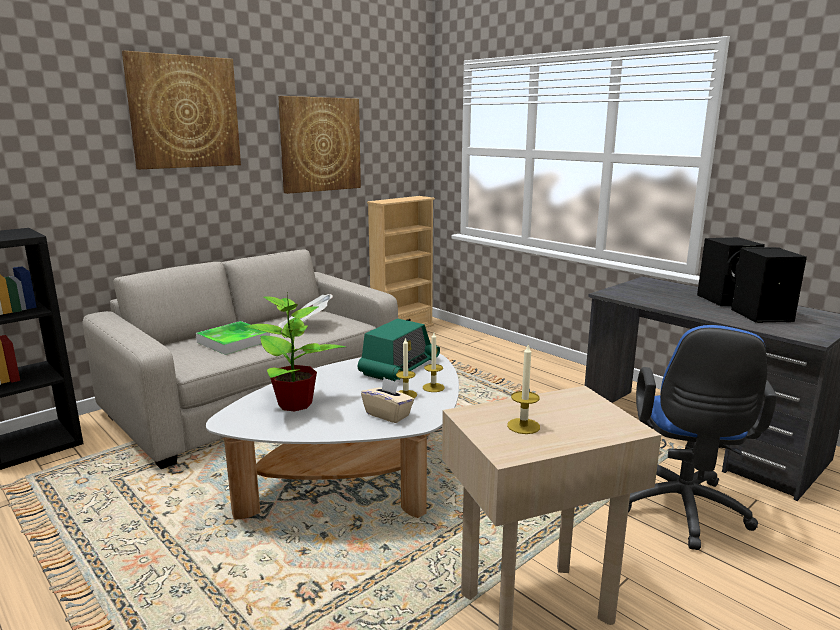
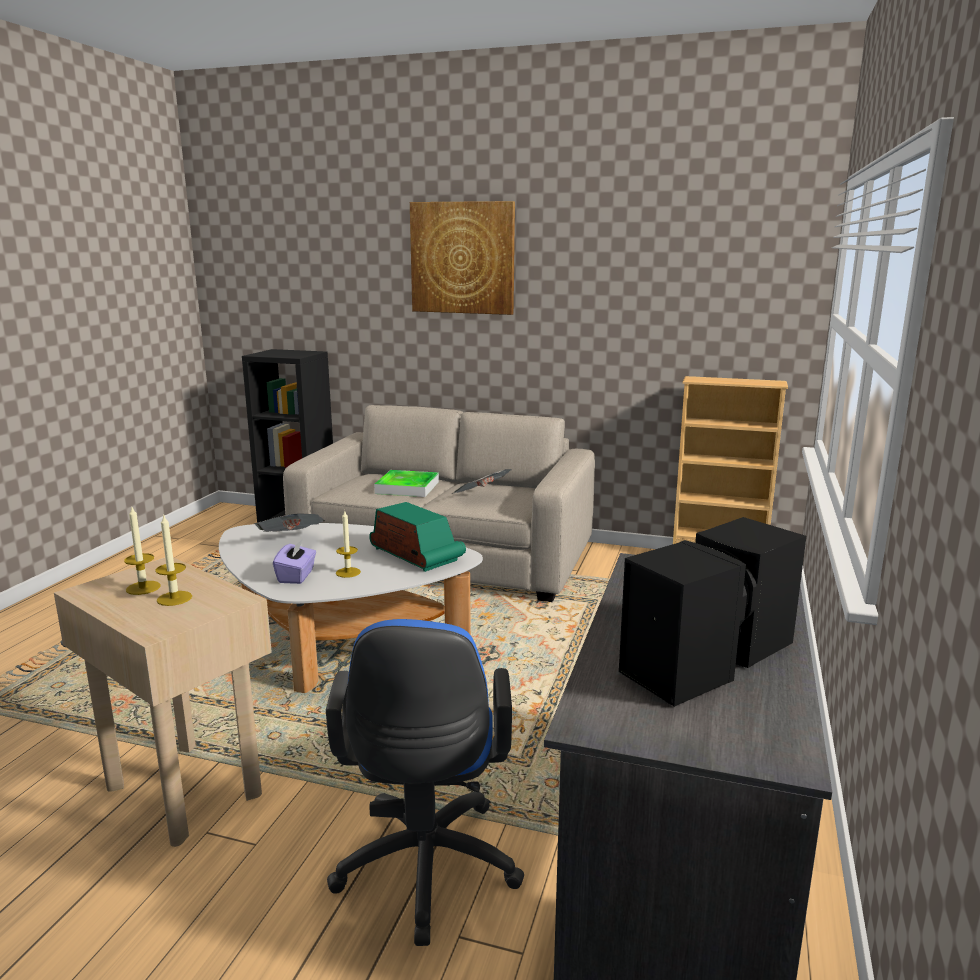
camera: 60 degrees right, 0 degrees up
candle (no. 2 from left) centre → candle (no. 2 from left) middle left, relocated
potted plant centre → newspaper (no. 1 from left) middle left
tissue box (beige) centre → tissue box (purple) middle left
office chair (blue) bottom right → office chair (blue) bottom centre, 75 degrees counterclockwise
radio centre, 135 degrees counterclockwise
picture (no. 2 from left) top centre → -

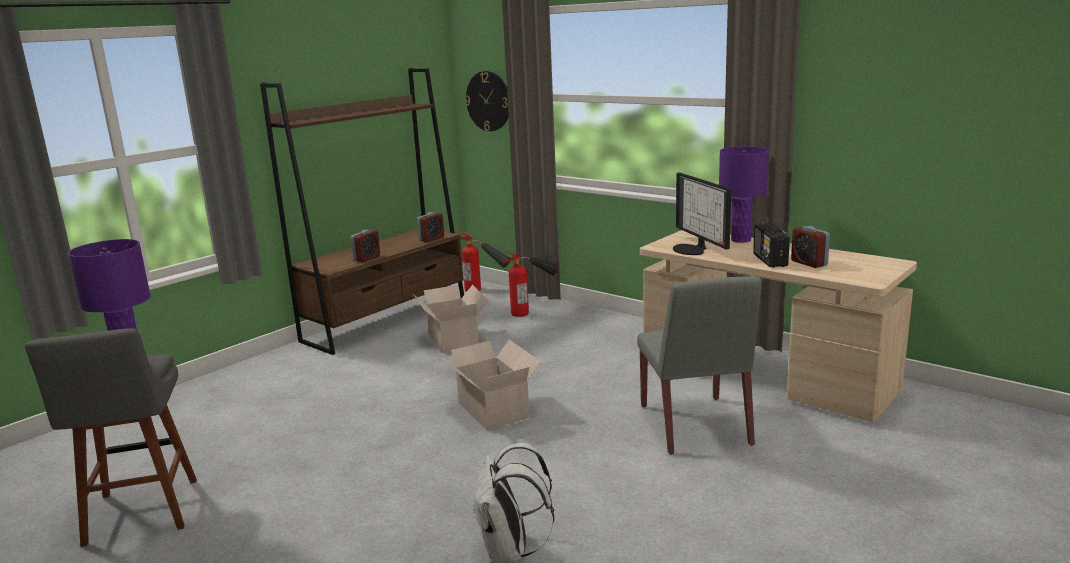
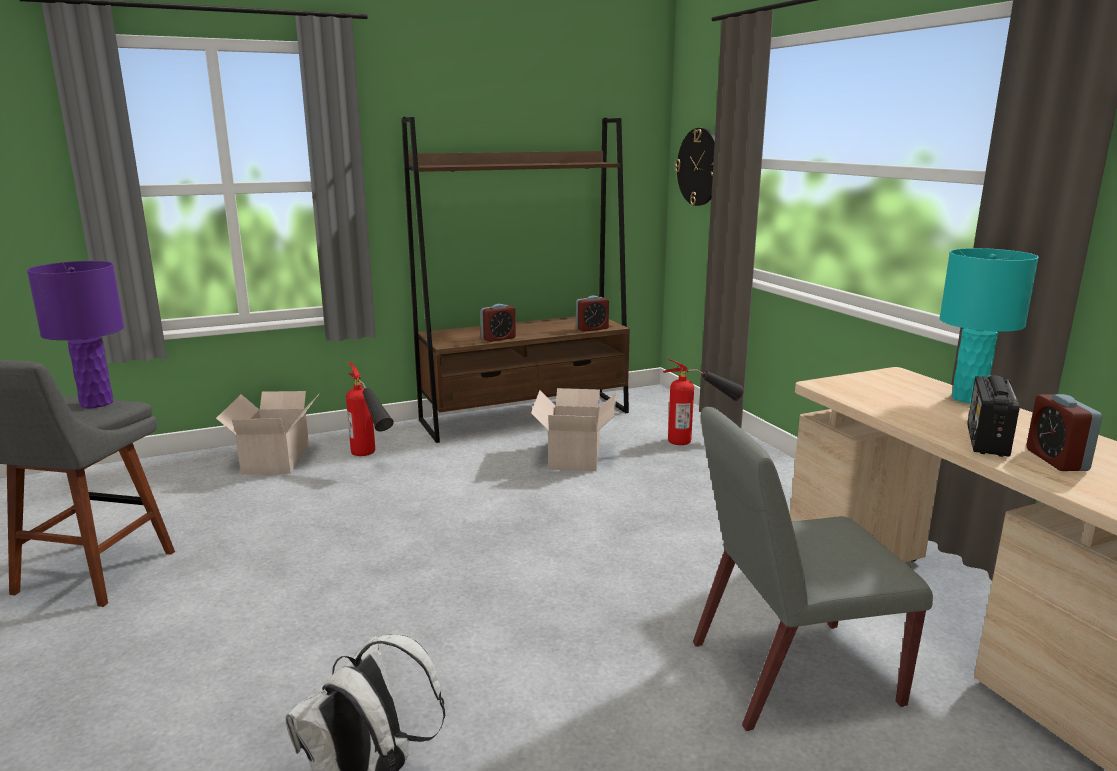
camera: 25 degrees right, 0 degrees up
cardboard box (no. 2 from left in the first image) bottom centre → cardboard box (no. 1 from left) middle left, relocated
fire extinguisher (no. 1 from left) centre → fire extinguisher (no. 1 from left) middle left, relocated
chair (grey) centre → chair (grey) bottom right, 60 degrees clockwise
table lamp (purple) (no. 2 from left) middle right → table lamp (turquoise) middle right
monitor centre → -

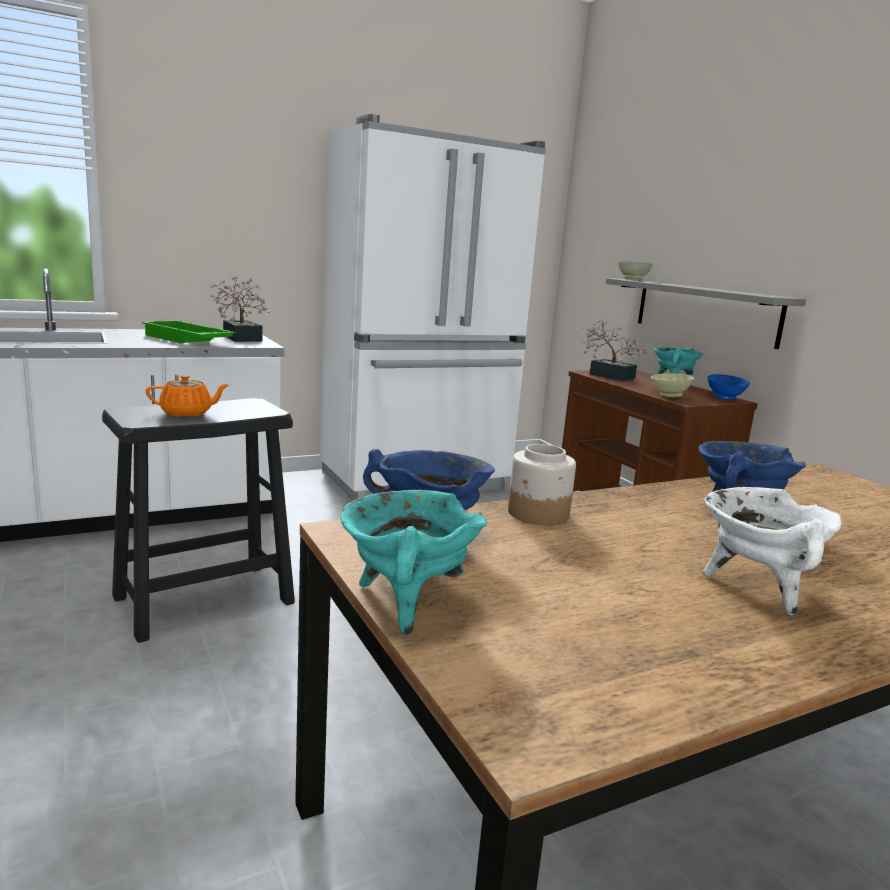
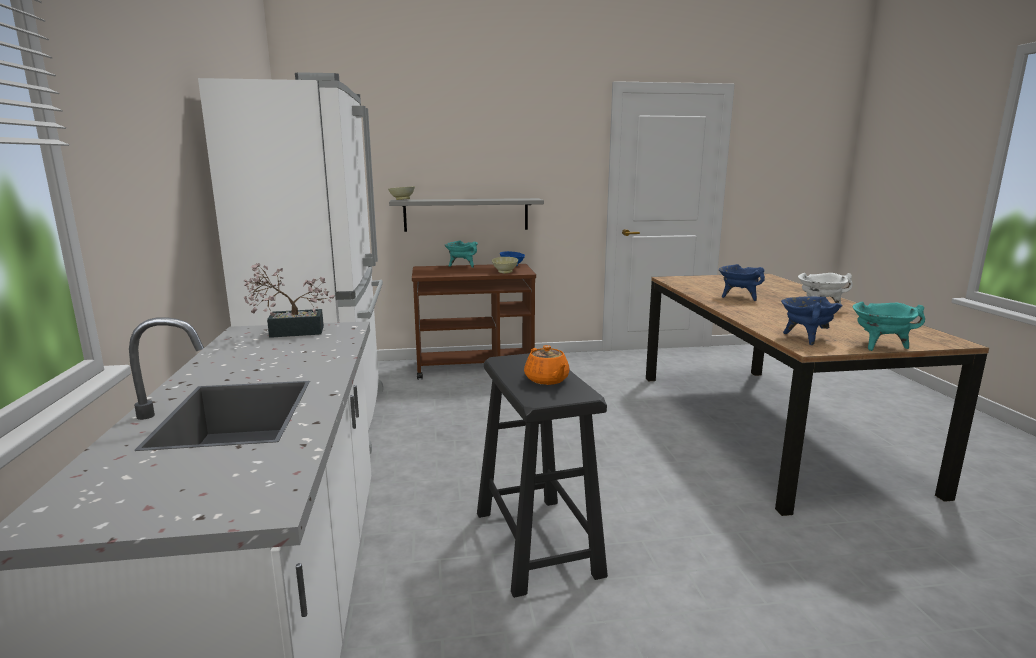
camera: 70 degrees left, 0 degrees up
teapot (orange) middle left → teapot (orange) centre, 150 degrees clockwise
tray (green) middle left → -
jar centre → -
potted plant (no. 2 from left) middle right → -

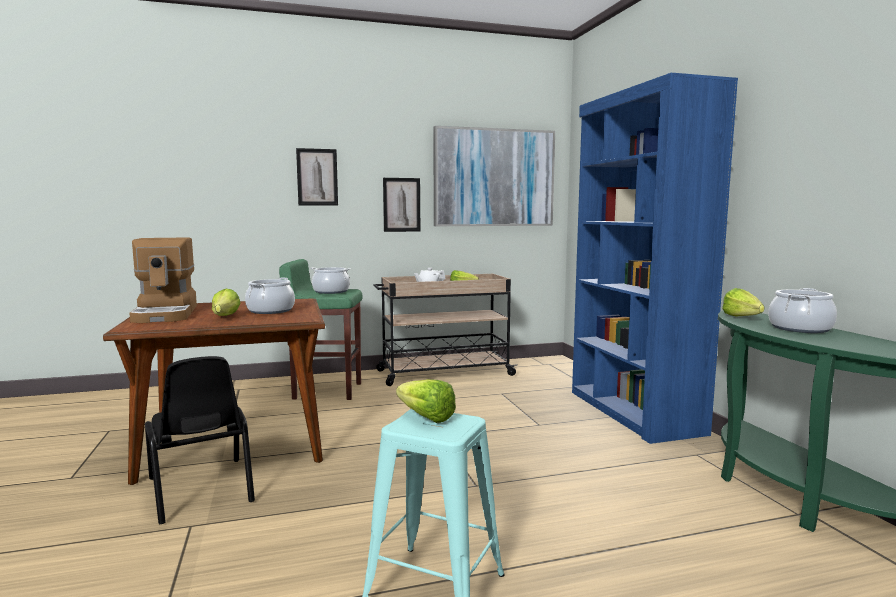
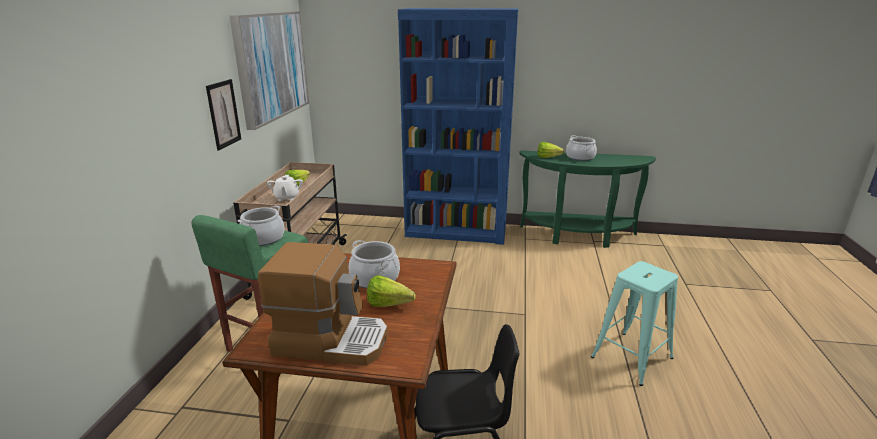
camera: 65 degrees left, 15 degrees up
picture (no. 1 from left) top centre → -
lettuce (no. 2 from left) bottom centre → -

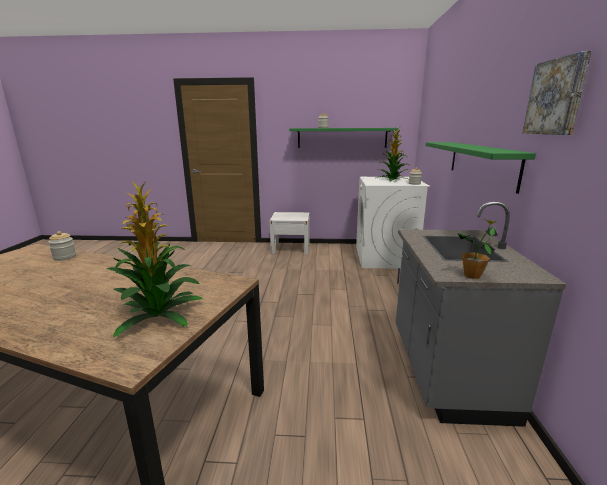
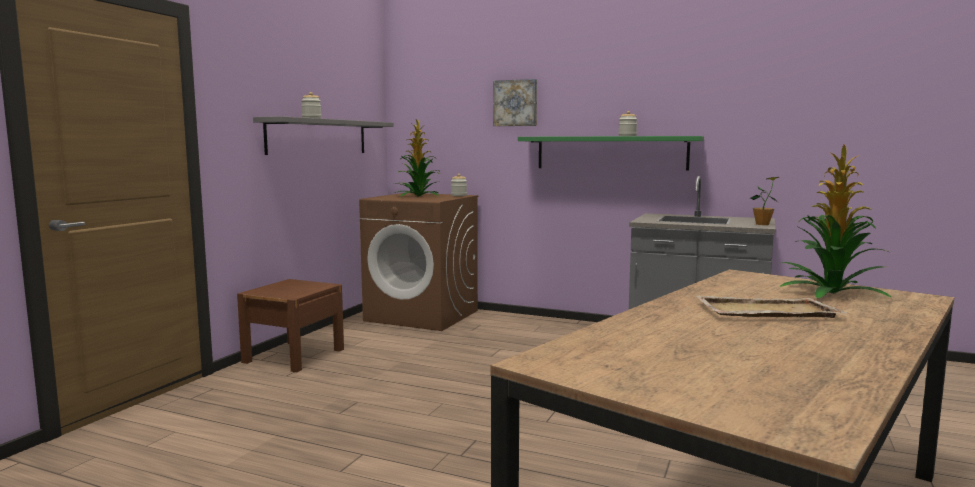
camera: 70 degrees left, 10 degrees down
nightstand (white) centre → nightstand (brown) bottom left
shelf (green) (no. 1 from left) top centre → shelf (grey) top left
washing machine (white) centre → washing machine (brown) centre
picture top right → picture top centre, relocated
jar (no. 1 from left in the first image) middle left → jar (no. 3 from left) top centre, relocated
- → tray (beige) middle right

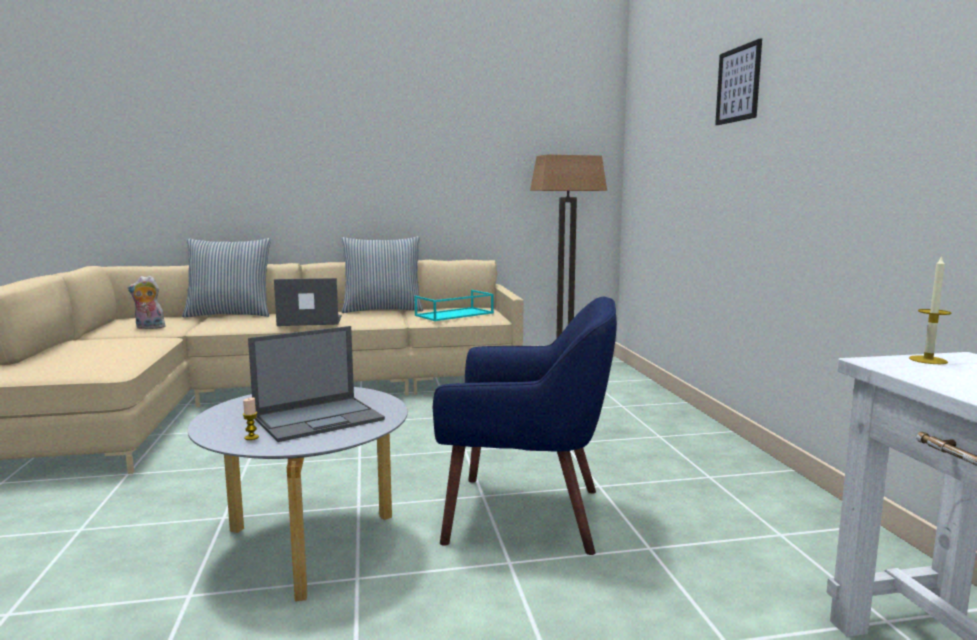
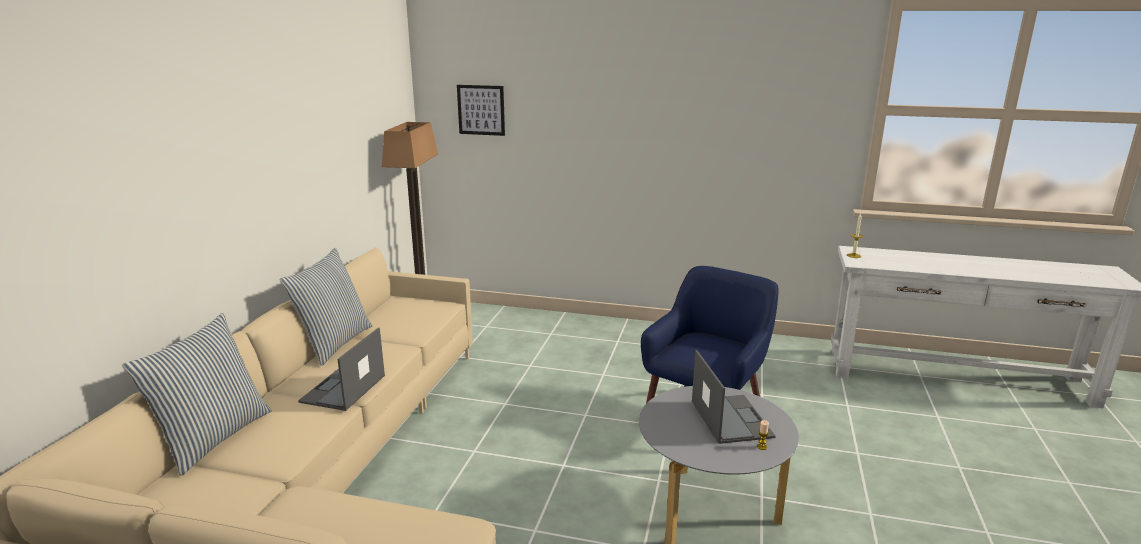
camera: 65 degrees left, 10 degrees up
picture top right → picture top centre, relocated
plush toy middle left → -
tray (turquoise) centre → -

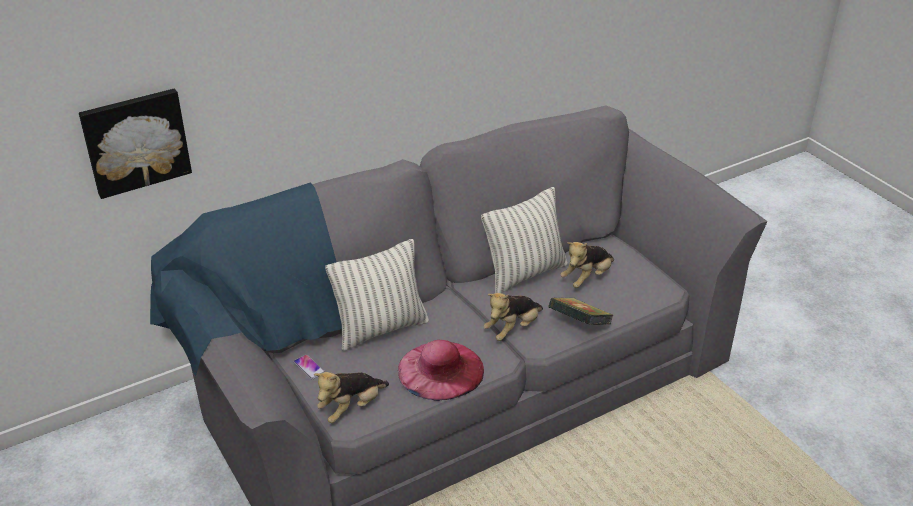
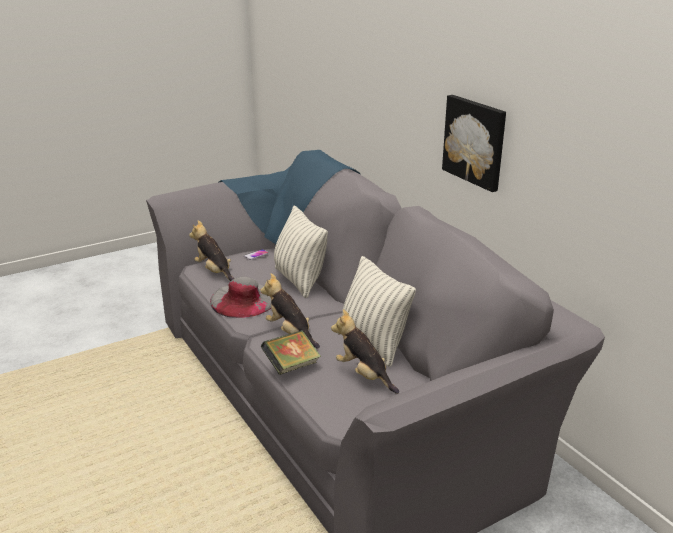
camera: 90 degrees right, 10 degrees down
hat (pink) bottom centre → hat (grey) centre
picture top left → picture top right, relocated

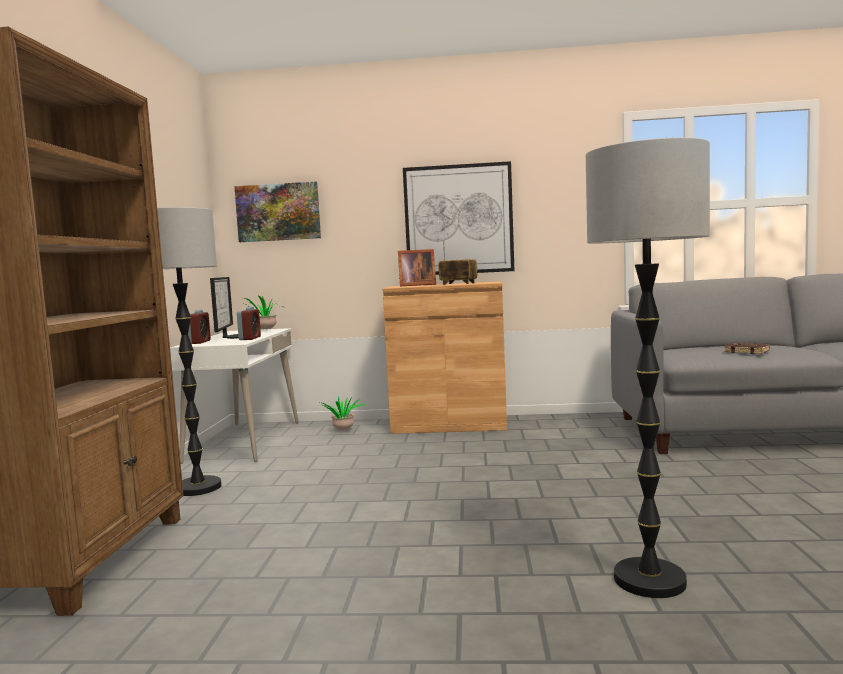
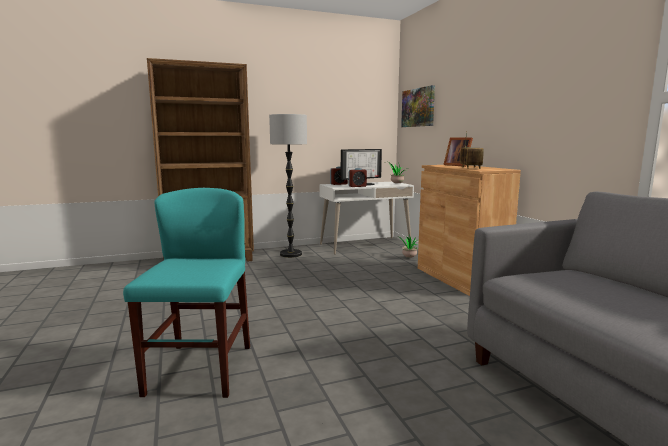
camera: 65 degrees right, 5 degrees up
floor lamp (no. 2 from left) middle right → chair (turquoise) middle left
picture (no. 2 from left) top centre → -
book (brown) middle right → -

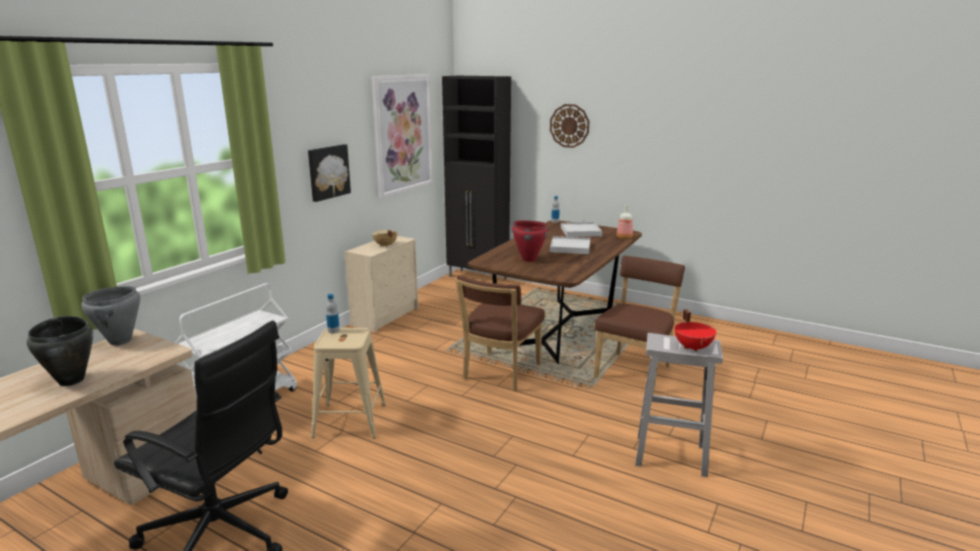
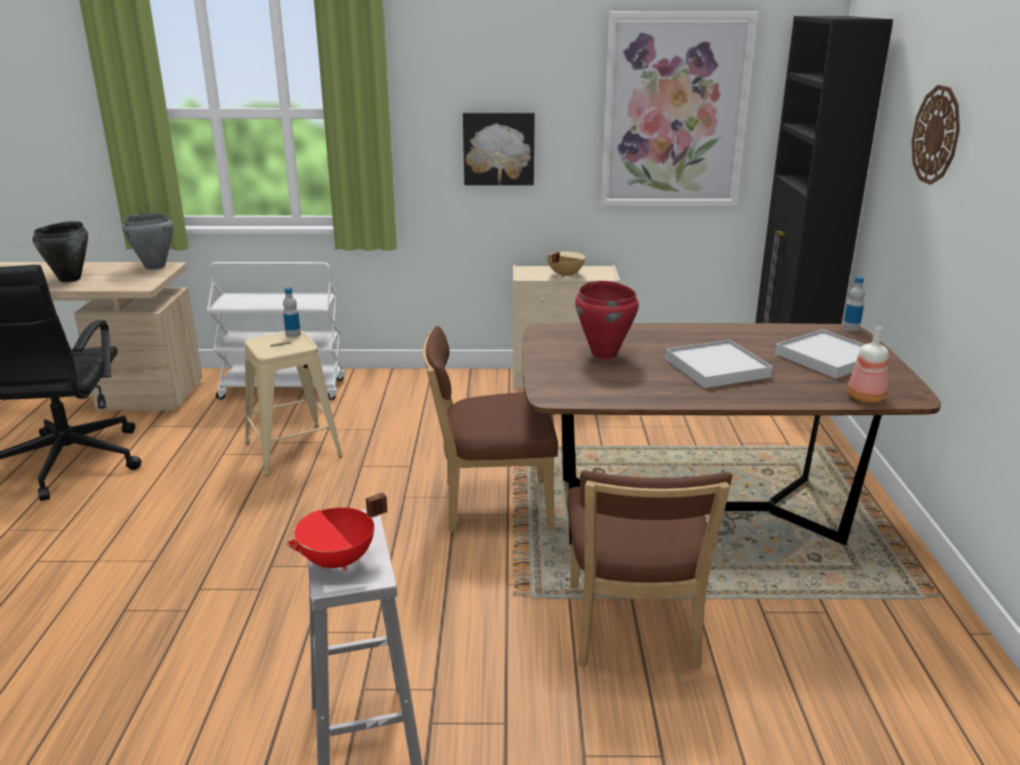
camera: 60 degrees right, 5 degrees up
chair (brown) (no. 2 from left) centre → chair (brown) (no. 2 from left) bottom centre, 90 degrees clockwise

